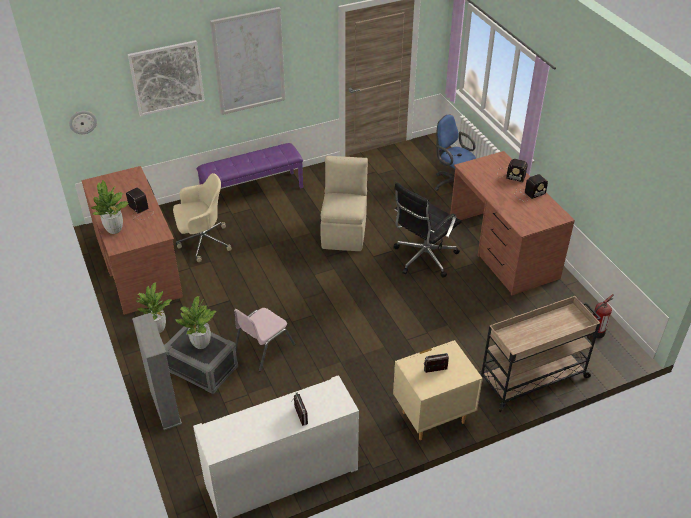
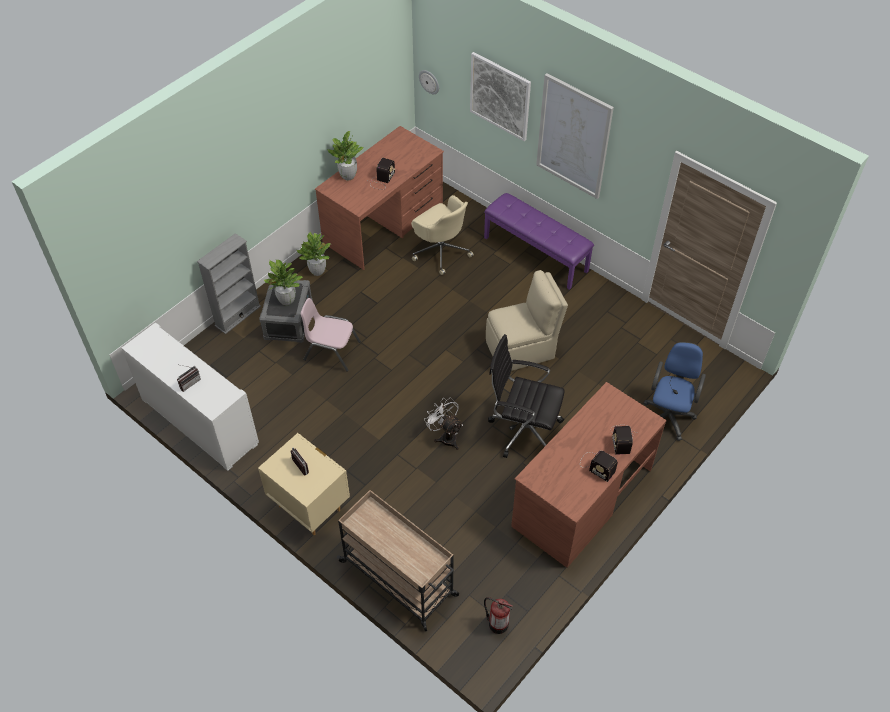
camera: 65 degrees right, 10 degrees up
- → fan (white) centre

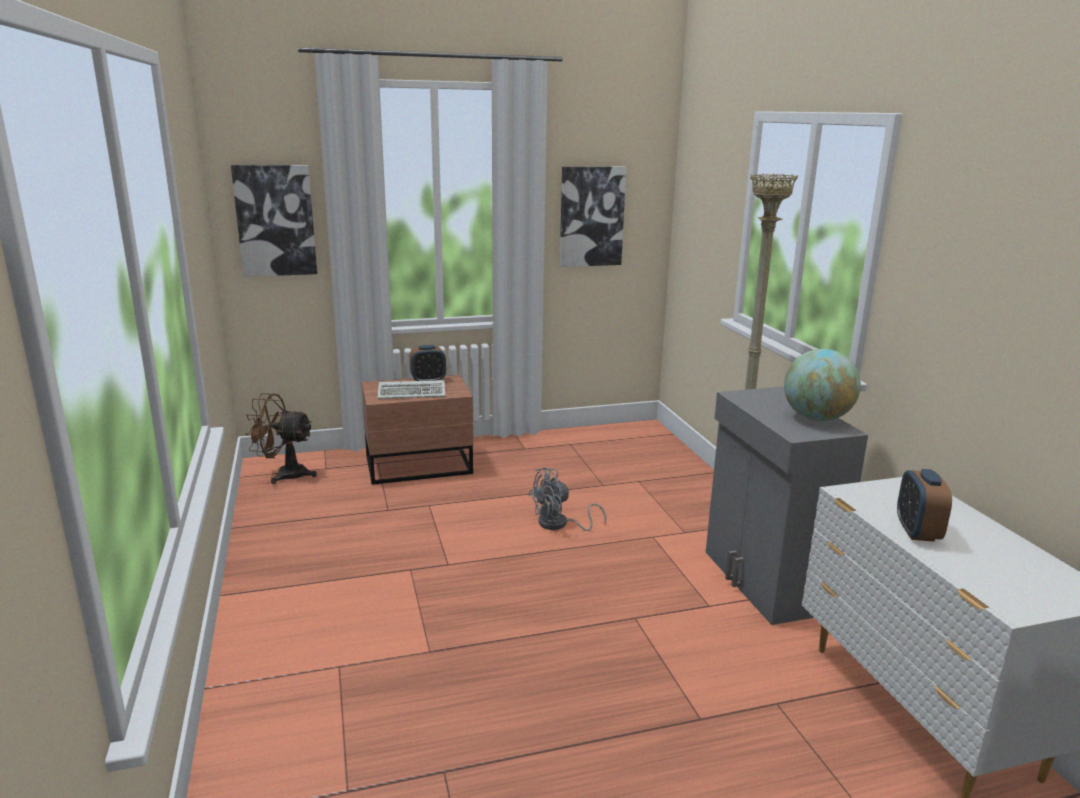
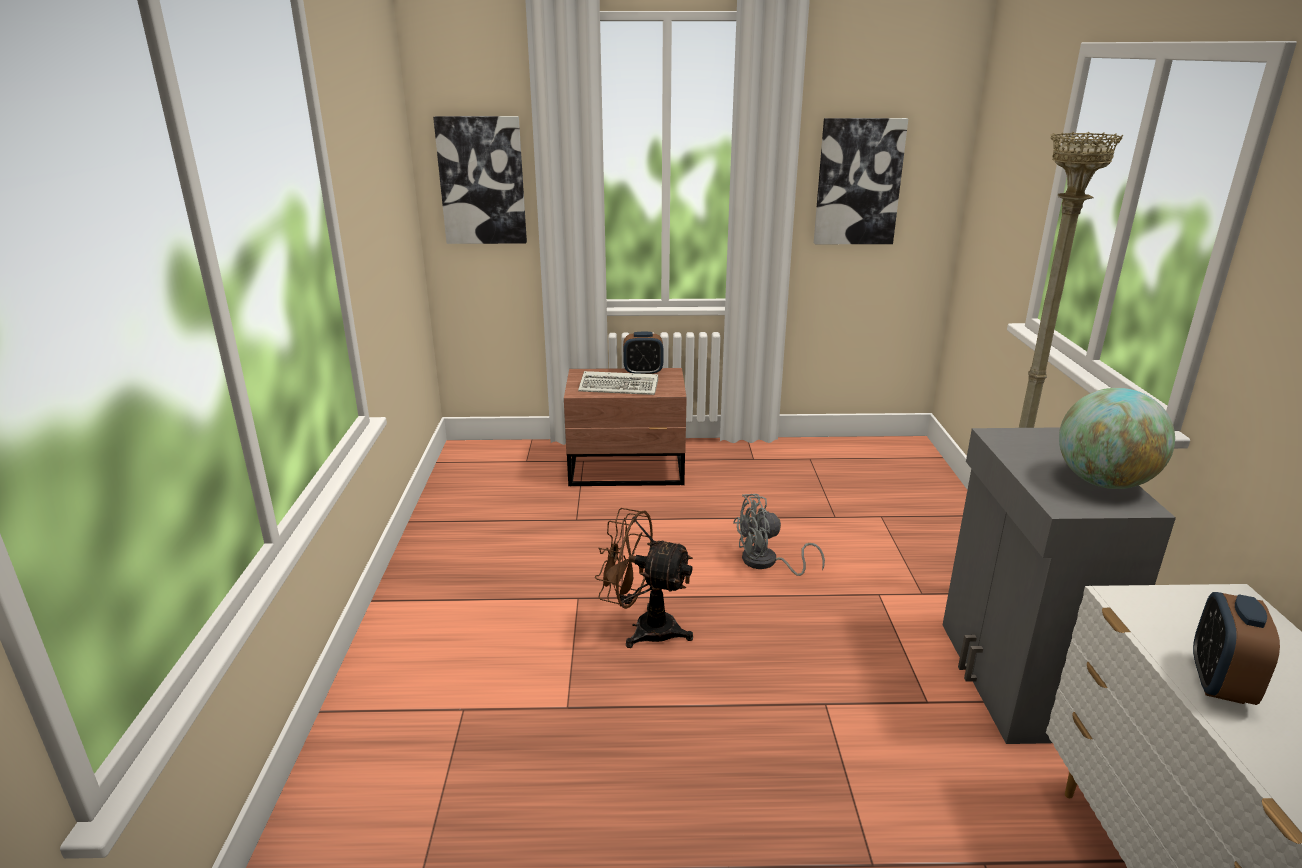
camera: 15 degrees right, 5 degrees up
fan (brown) middle left → fan (brown) centre, relocated

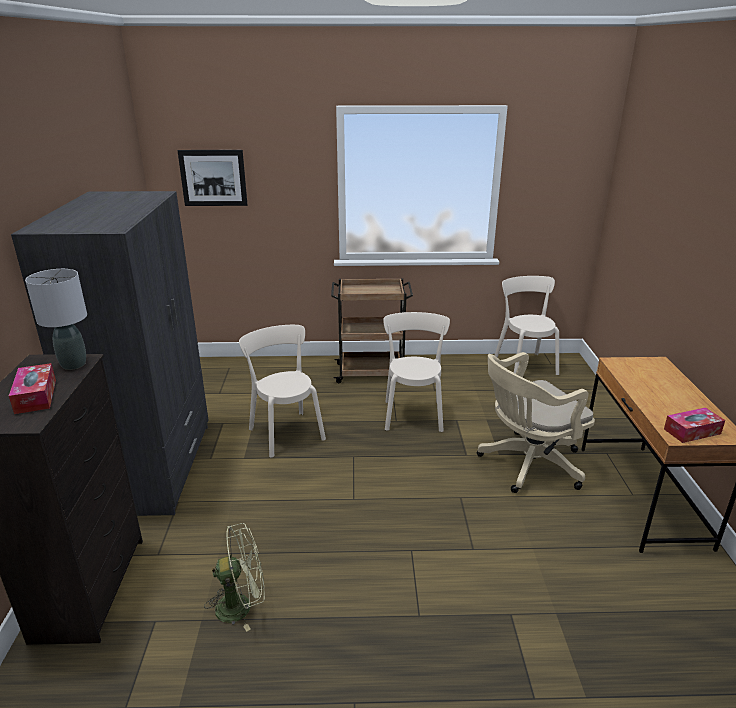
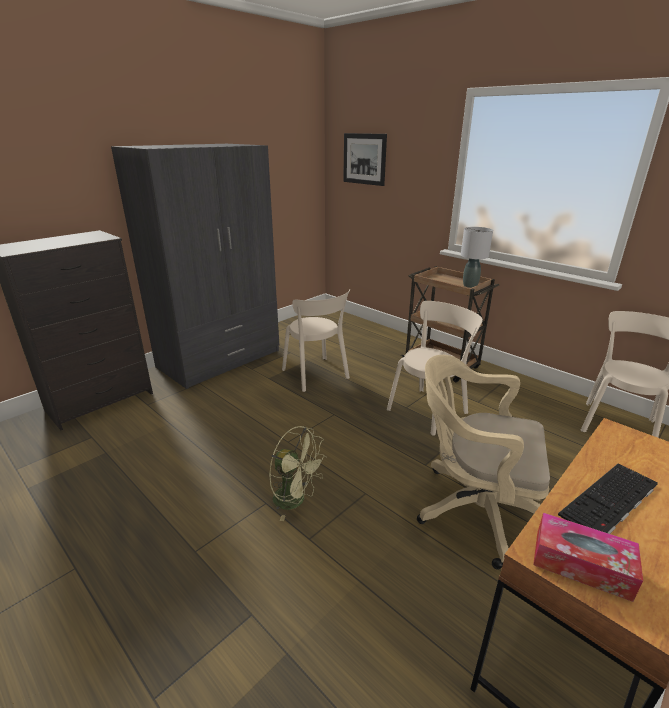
camera: 45 degrees right, 0 degrees up
fan (green) bottom left → fan (green) bottom centre, relocated
chair (beige) (no. 1 from left) centre, 135 degrees clockwise
table lamp (grey) middle left → table lamp (grey) middle right, relocated
- → keyboard bottom right
tissue box (no. 1 from left) middle left → -

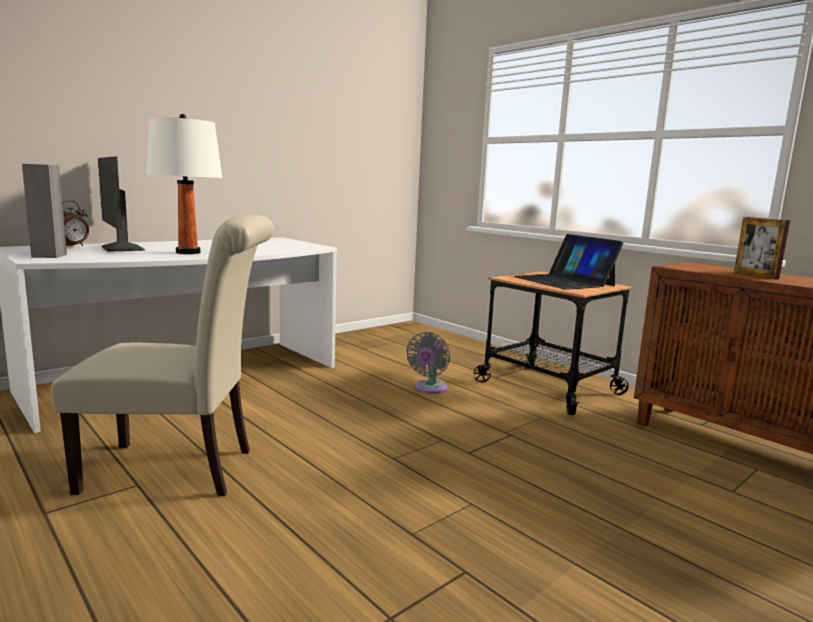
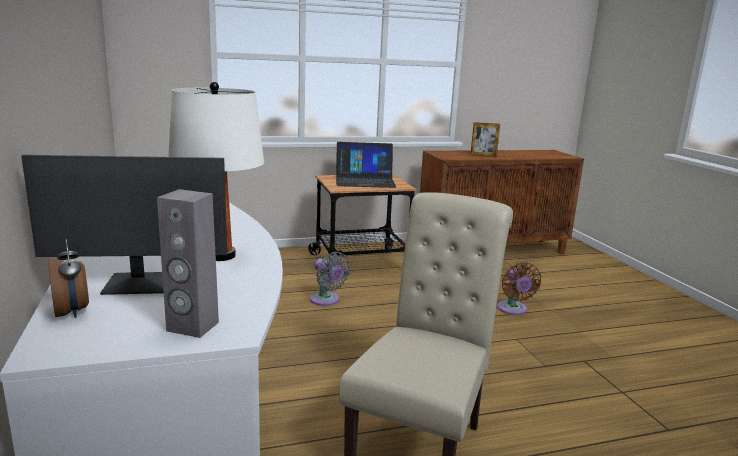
camera: 65 degrees left, 5 degrees up
- → fan (brown) middle right

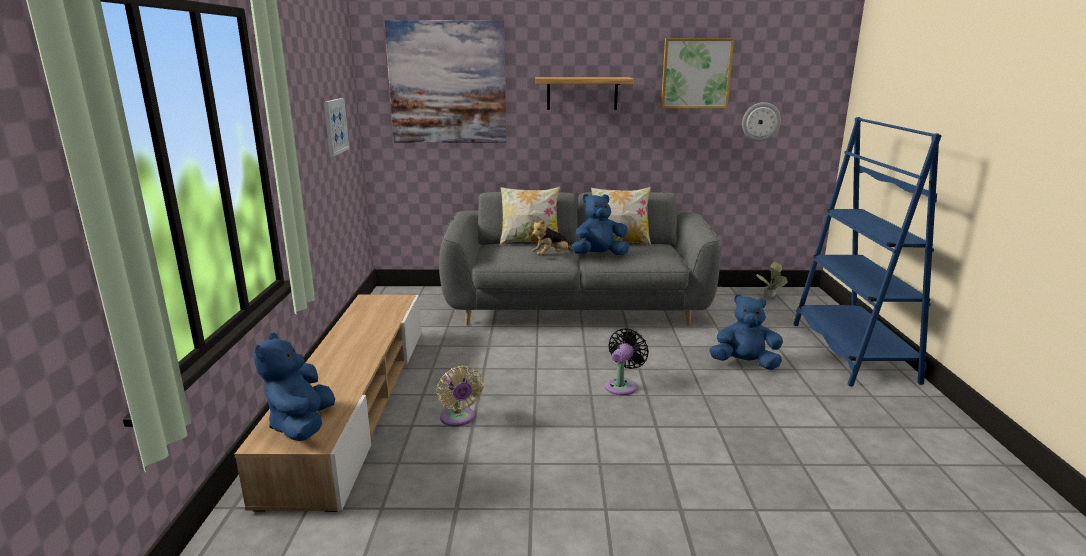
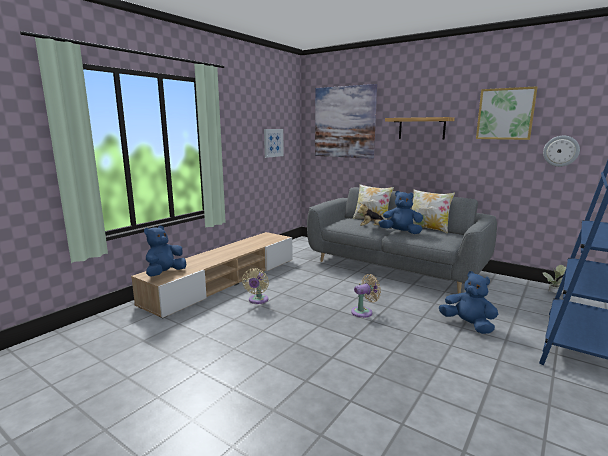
camera: 35 degrees right, 5 degrees down
fan (black) centre → fan (beige) (no. 2 from left) centre

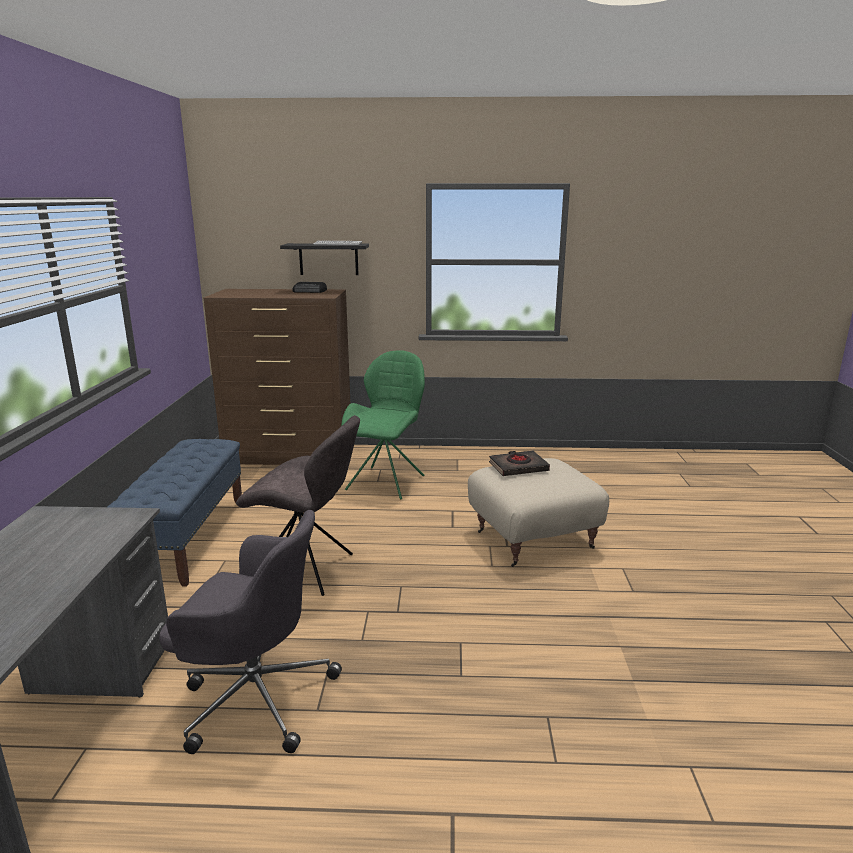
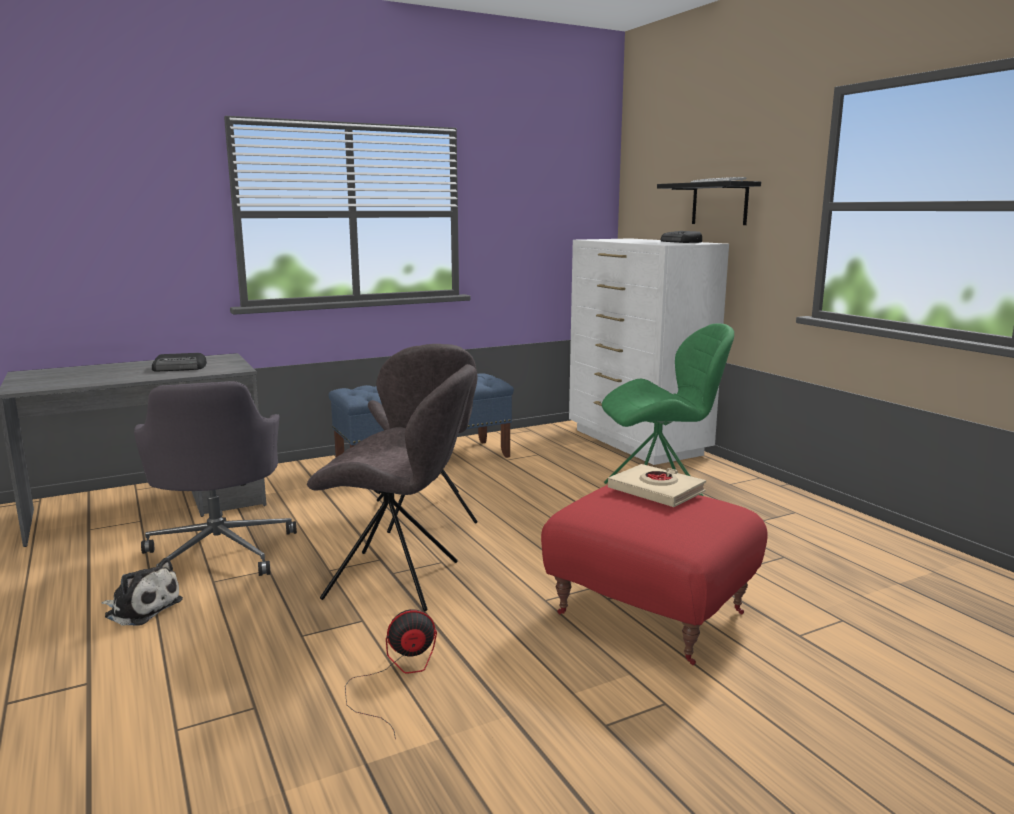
camera: 60 degrees right, 5 degrees down
- → plush toy bottom left
- → radio (no. 1 from left) middle left
- → chair (grey) (no. 1 from left) centre
- → fan bottom centre
ottoman (beige) centre → ottoman (red) bottom centre
dresser (brown) middle left → dresser (white) centre
book (black) centre → book (beige) centre

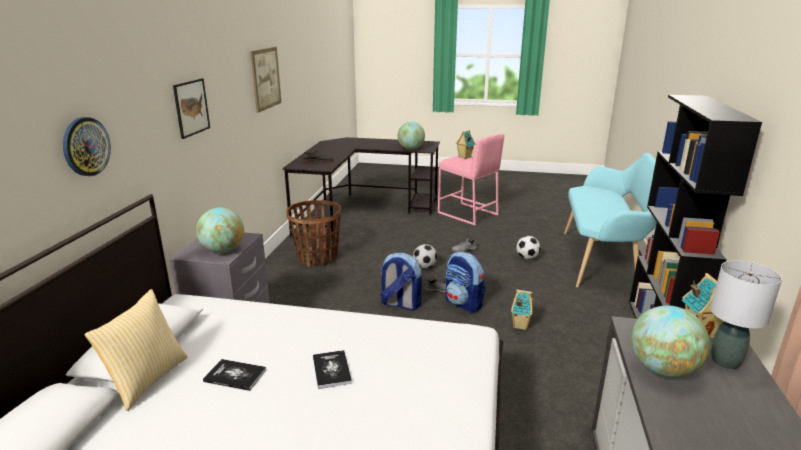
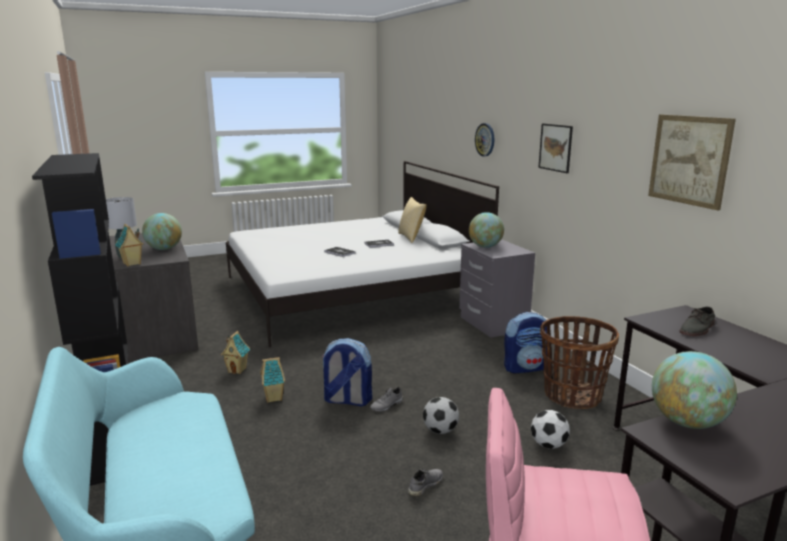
camera: 145 degrees right, 5 degrees down
toy house (no. 1 from left in the first image) top centre → toy house (no. 2 from left) middle left, relocated
backpack (no. 1 from left in the first image) centre → backpack (no. 2 from left) middle right, relocated
football (no. 2 from left) centre → football (no. 2 from left) bottom right, relocated

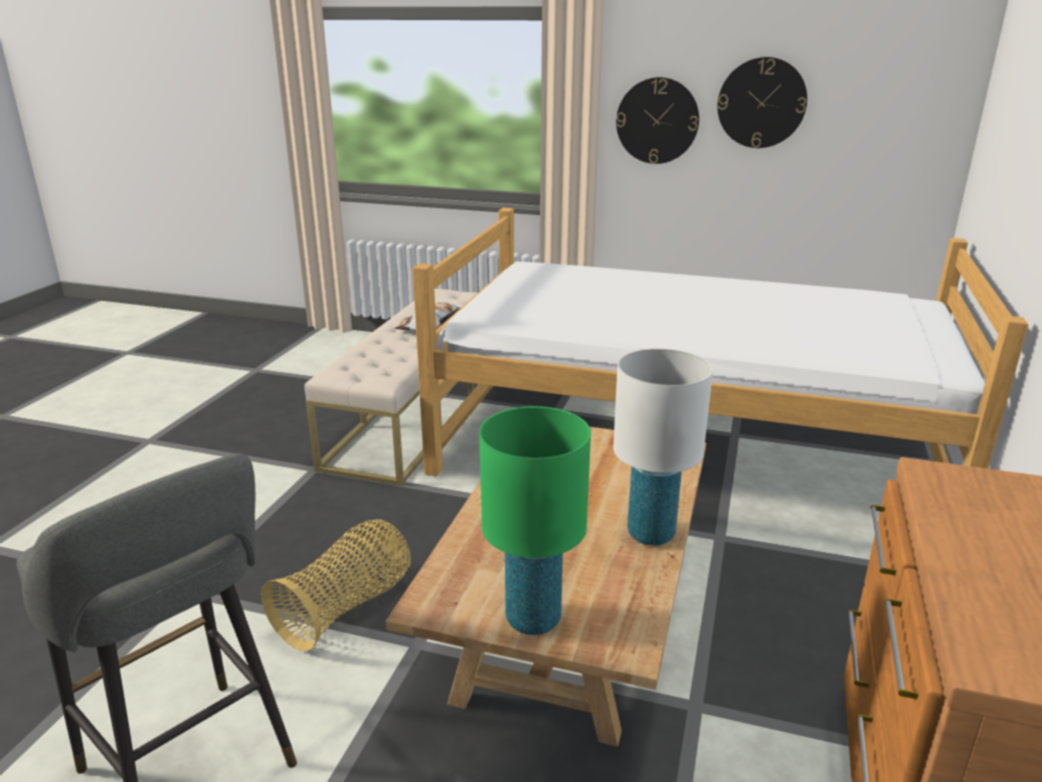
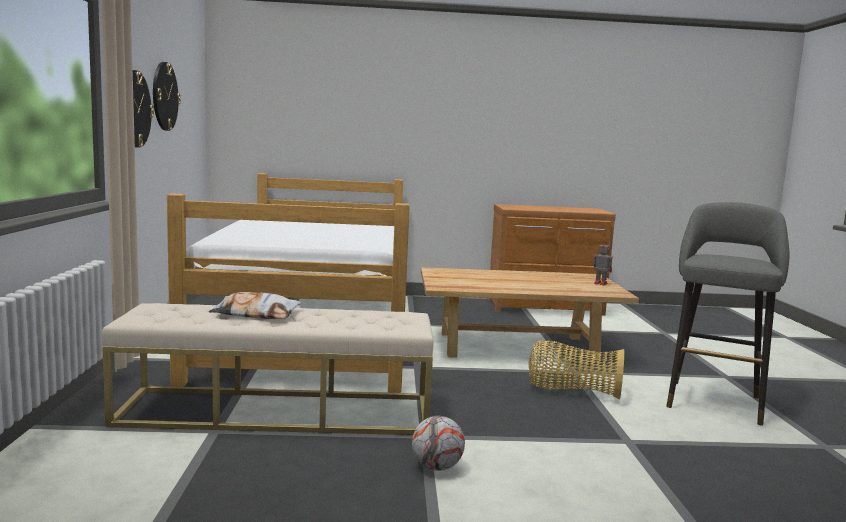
camera: 110 degrees left, 15 degrees down
- → football bottom centre
table lamp (green) centre → toy robot middle right
table lamp (white) centre → -

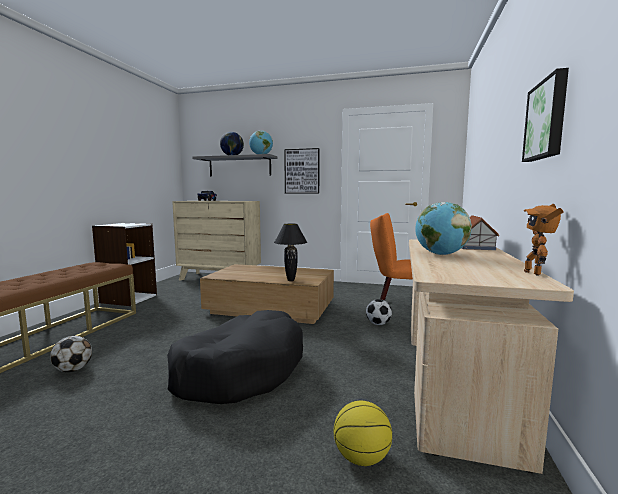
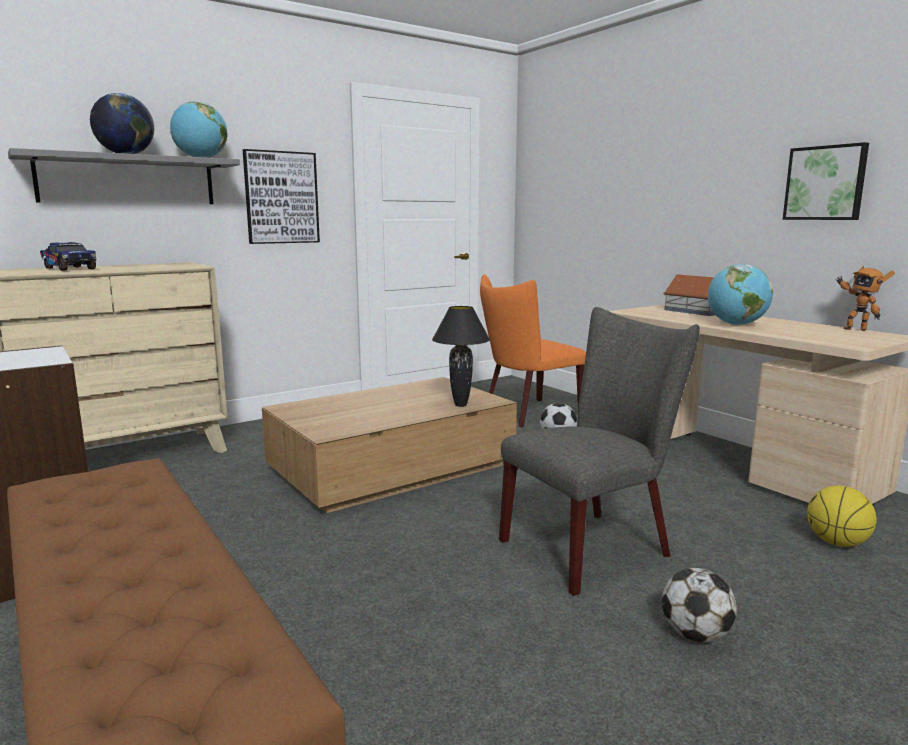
camera: 50 degrees left, 5 degrees up
dog bed (black) bottom centre → chair (grey) centre
football (no. 1 from left in the first image) bottom left → football (no. 2 from left) bottom right, relocated

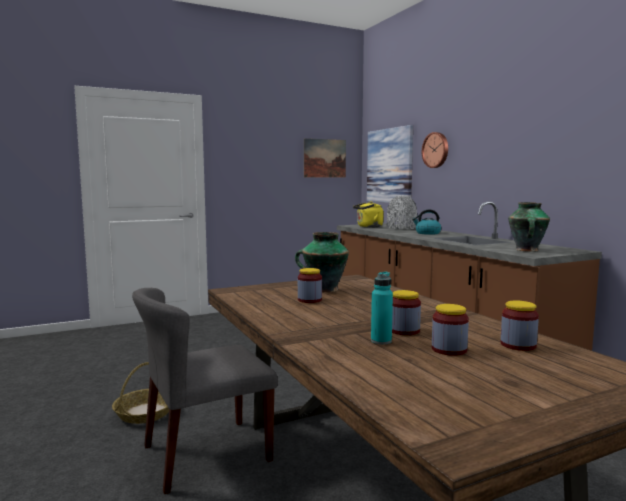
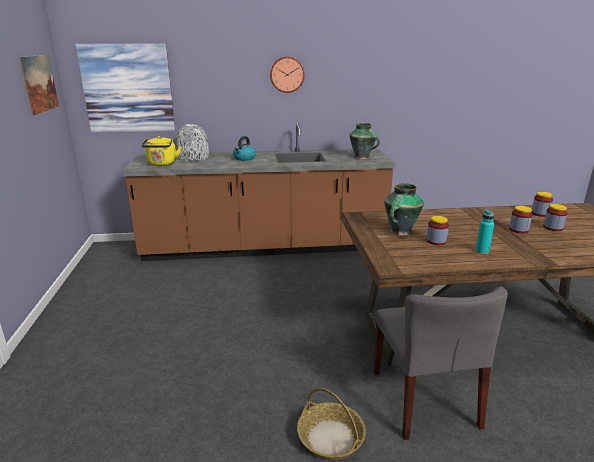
camera: 70 degrees left, 15 degrees up
wall clock top right → wall clock top centre, relocated
bottle (turquoise) centre → bottle (turquoise) middle right, relocated

